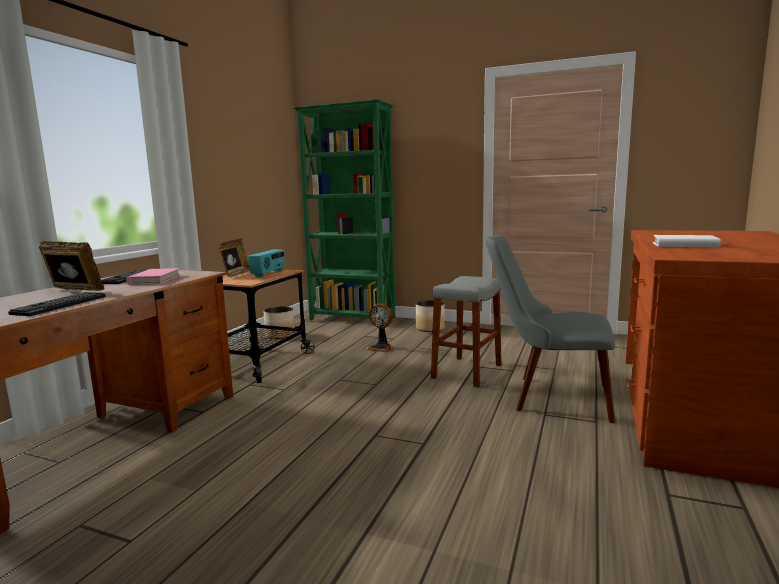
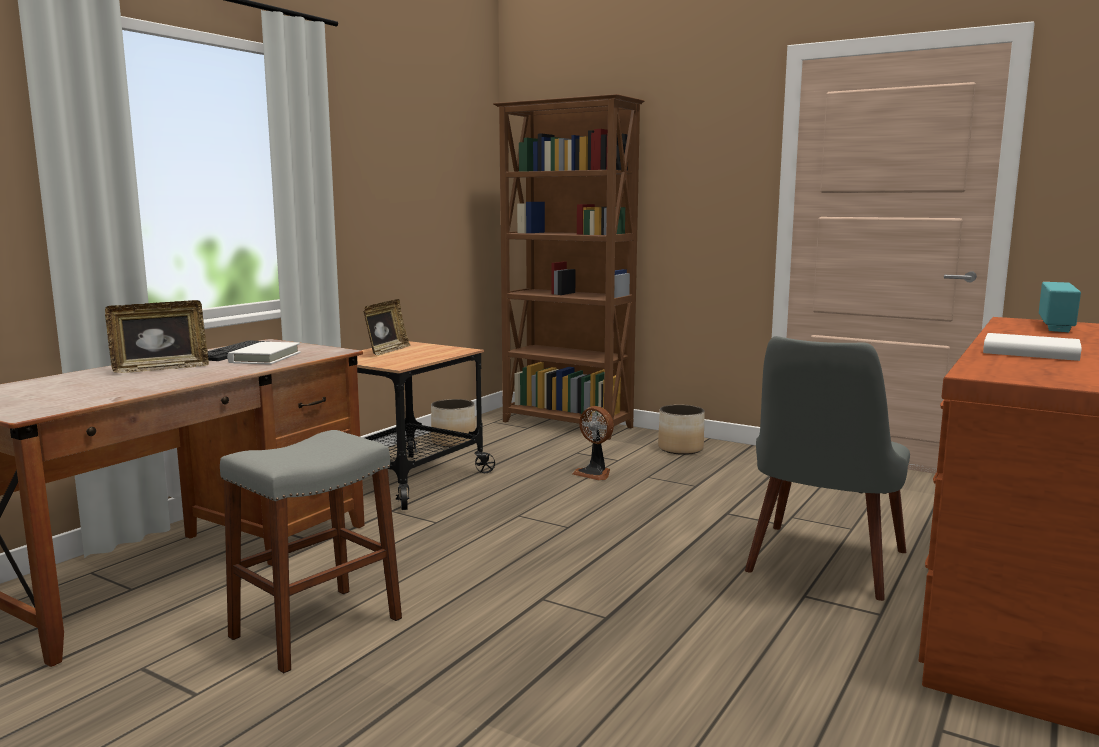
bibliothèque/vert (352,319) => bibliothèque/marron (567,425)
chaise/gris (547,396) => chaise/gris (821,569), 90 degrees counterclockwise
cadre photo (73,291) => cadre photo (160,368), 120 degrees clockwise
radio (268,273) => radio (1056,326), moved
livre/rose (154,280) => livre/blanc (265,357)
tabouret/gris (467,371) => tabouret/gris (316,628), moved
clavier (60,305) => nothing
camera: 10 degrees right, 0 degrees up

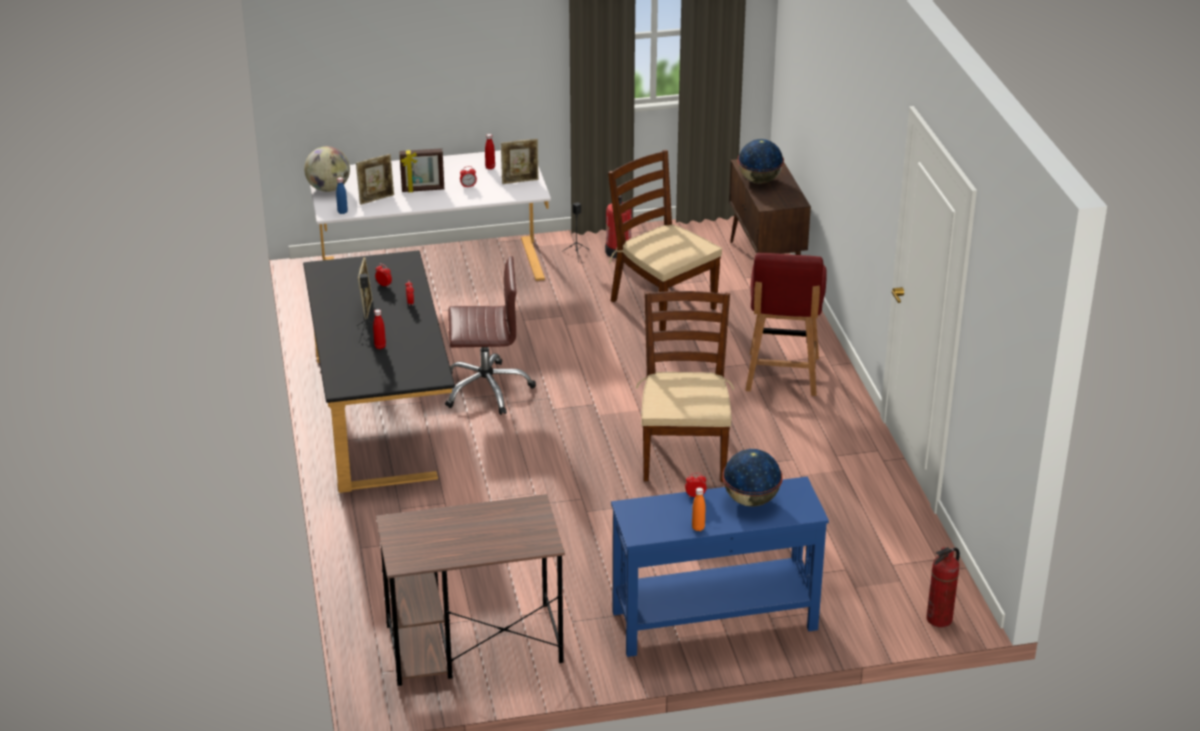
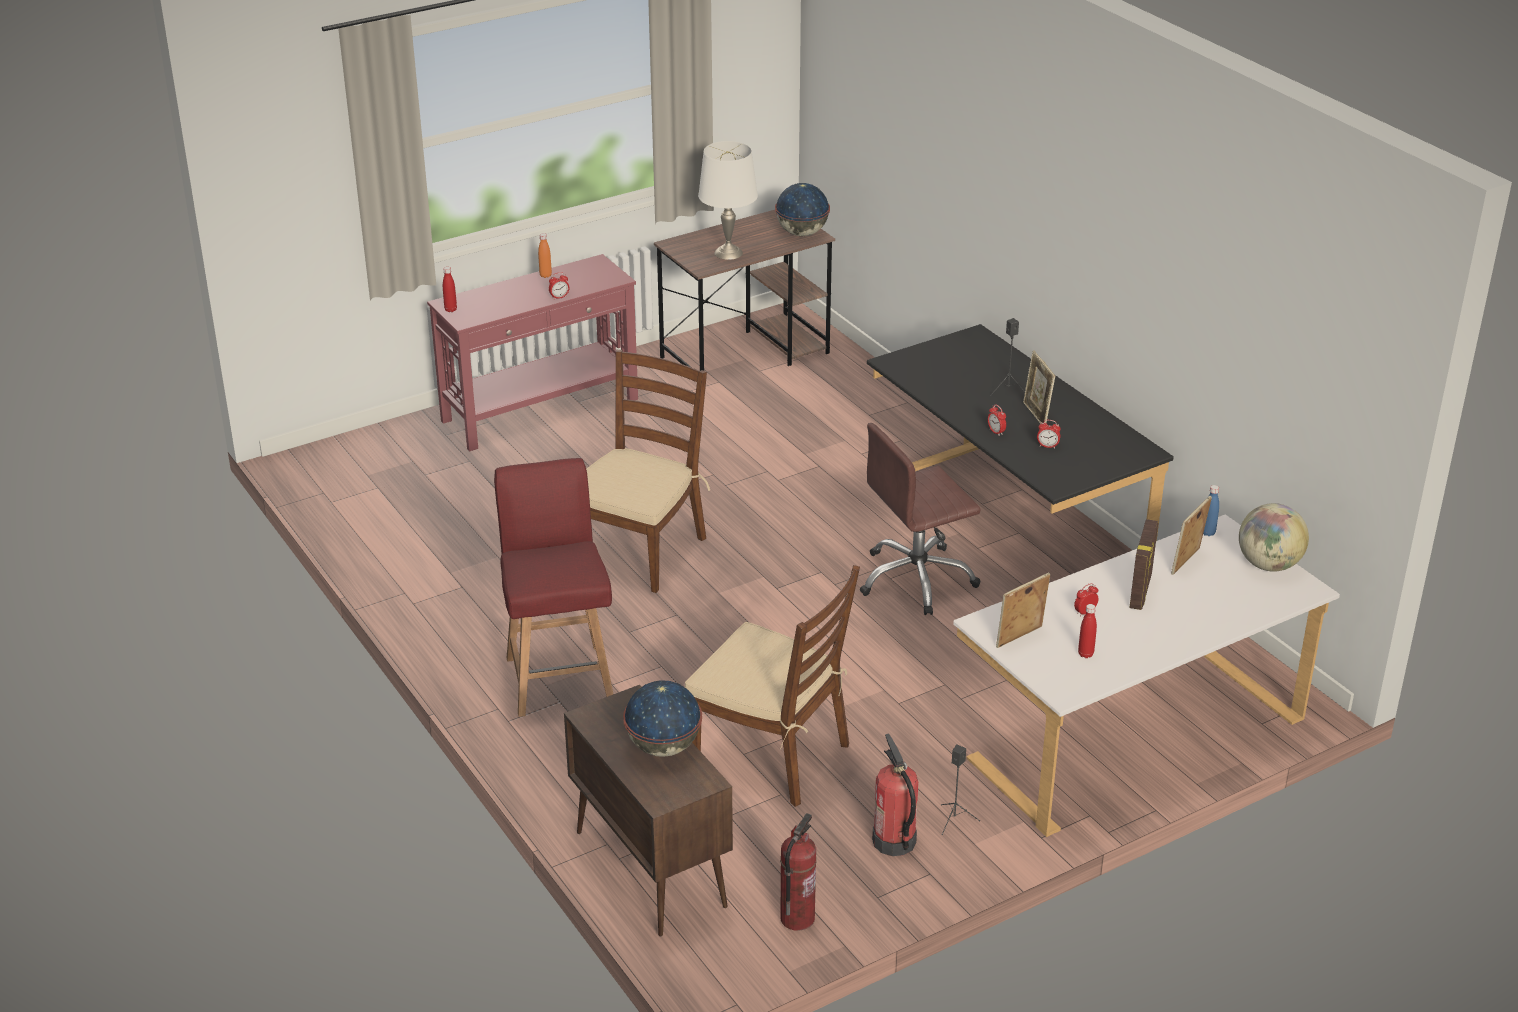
cadre photo (423,190) => cadre photo (1141,591), 135 degrees clockwise
chaise/marron (683,454) => chaise/marron (640,552), 135 degrees counterclockwise
bouteille/rouge (380,346) => bouteille/rouge (450,310), moved
globe (751,500) => globe (801,233), moved
table console/bleu (713,620) => table console/rouge (541,410)
extincteur (939,619) => extincteur (797,918), moved
nothing => lampe de table/blanc (728,253)
camera: 160 degrees right, 0 degrees up

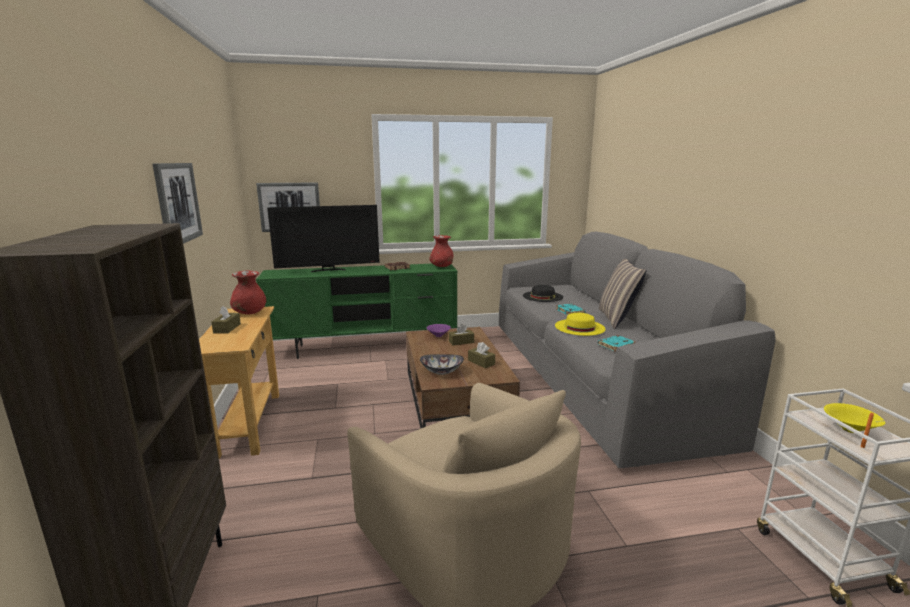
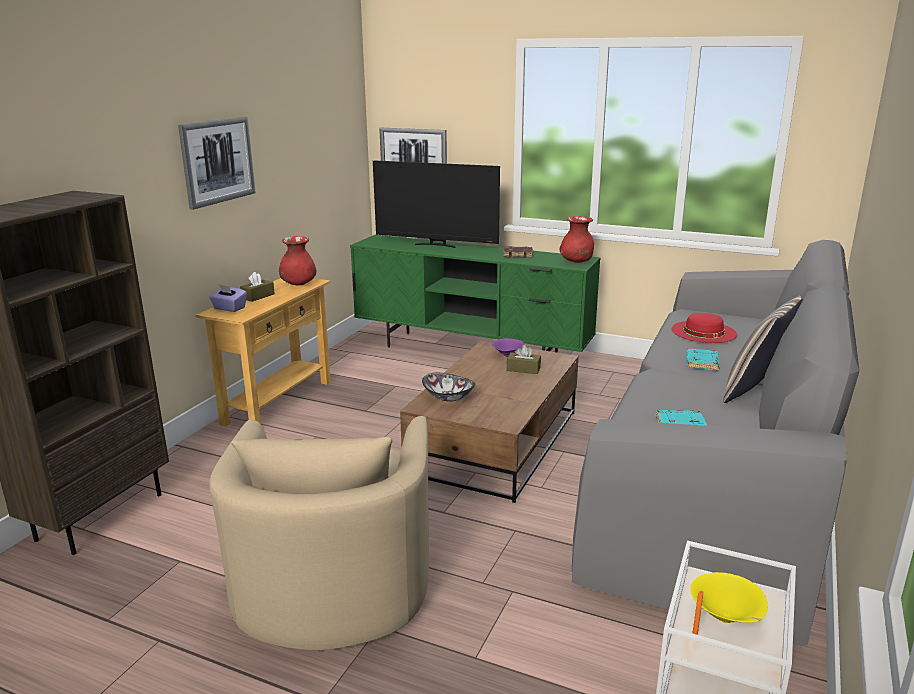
chapeau/noir (542,296) => chapeau/rouge (704,331)
chapeau/jaune (579,327) => nothing
boîte à mouchoirs/marron (481,362) => nothing
nothing => boîte à mouchoirs/violet (229,308)
camera: 35 degrees right, 5 degrees up

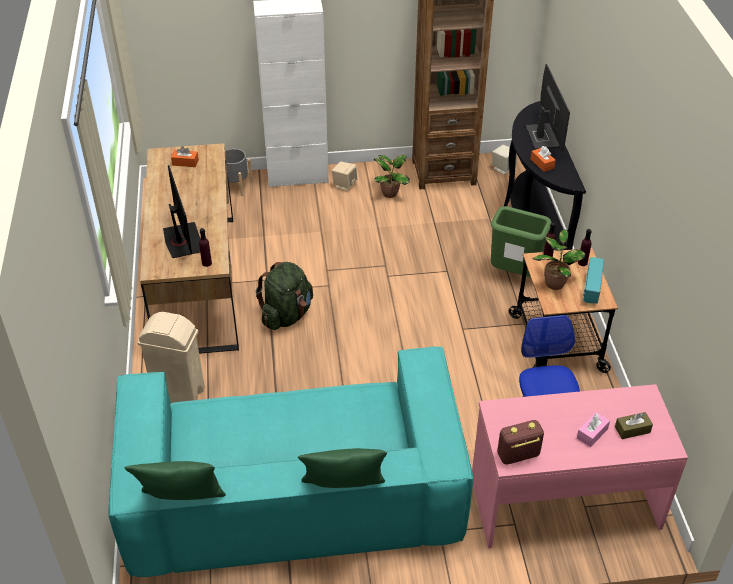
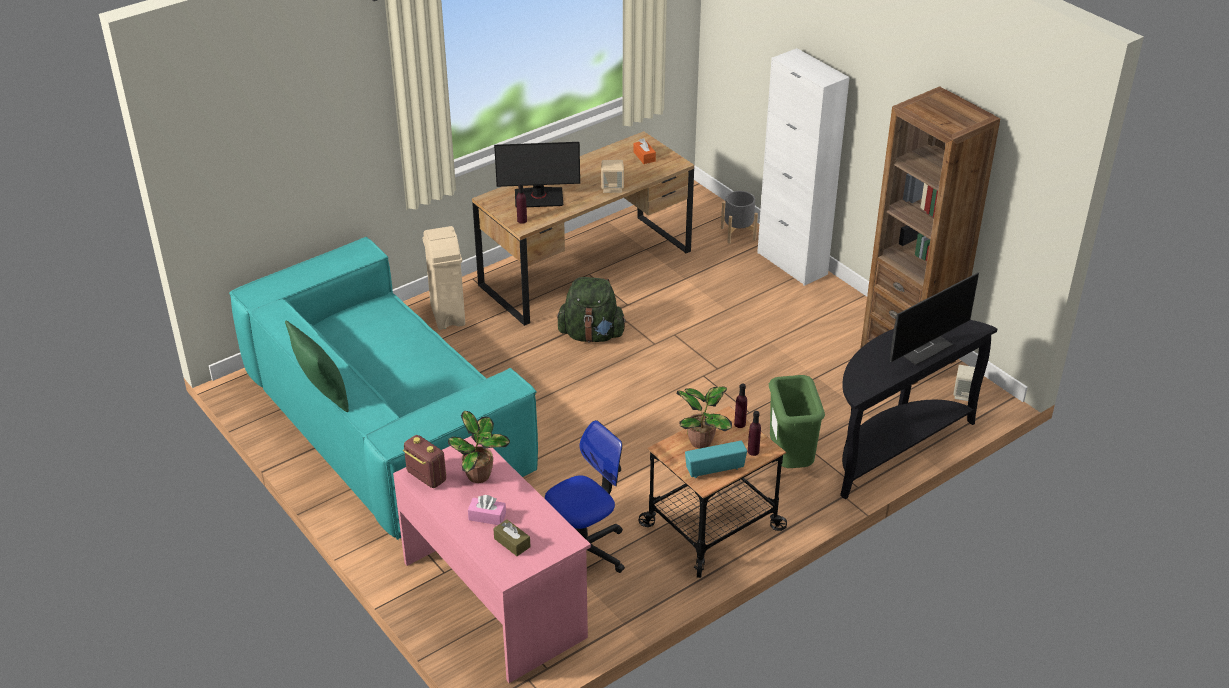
boîte à mouchoirs/orange (542,163) => nothing
plante en pot (391,193) => plante en pot (480,476), moved
enceinte/beige (344,185) => enceinte/beige (612,188), moved
écran d'ordinateur (182,241) => écran d'ordinateur (539,197), 45 degrees clockwise
coussin/vert (182,503) => nothing
camera: 60 degrees right, 5 degrees down

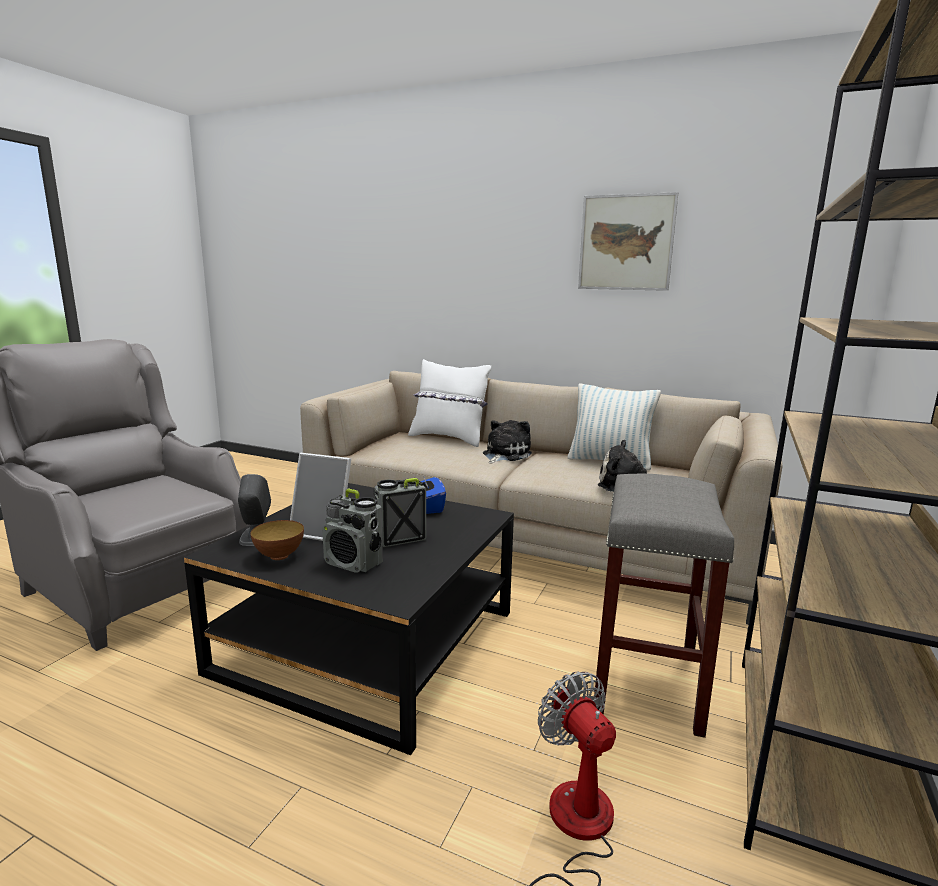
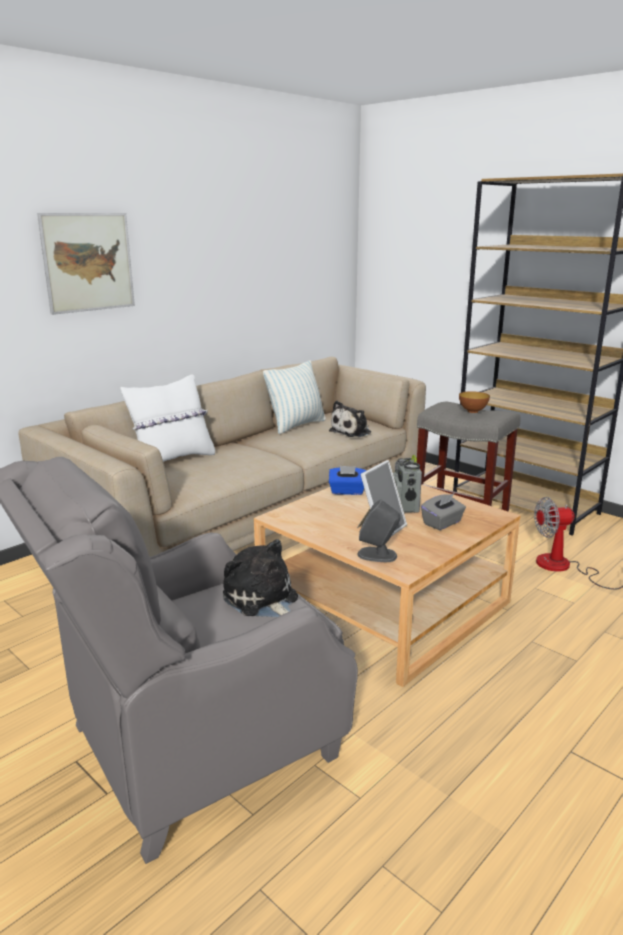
tableau (626,243) => tableau (88,262), moved
peluche (504,455) => peluche (262,600), moved
table basse/noir (368,641) => table basse/beige (383,604)
radio (354,563) => boîte à mouchoirs/gris (442,523)
bol (279,556) => bol (472,411), moved
camera: 70 degrees left, 5 degrees up

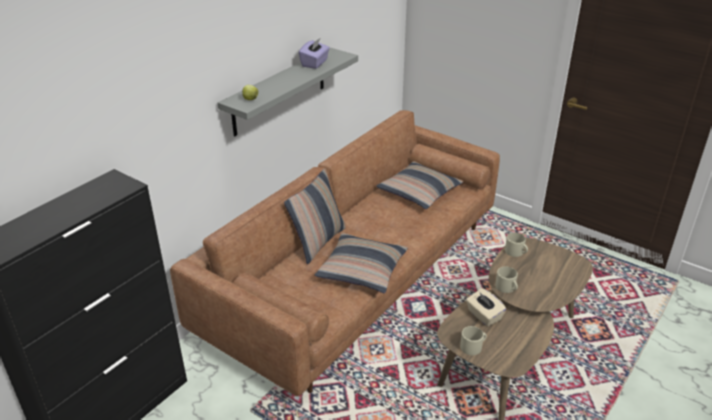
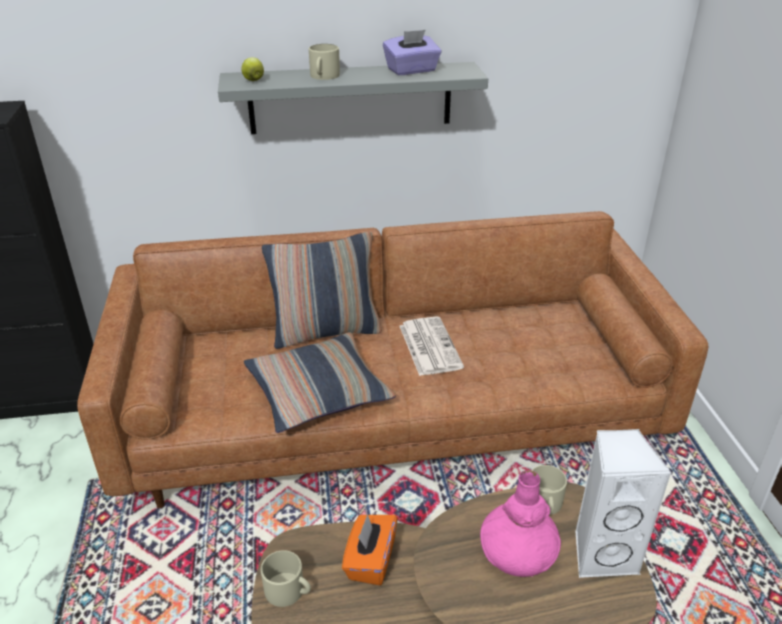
coussin (419,192) => nothing
mug/beige (507,288) => mug/beige (323,76), moved
boîte à mouchoirs/beige (484,315) => boîte à mouchoirs/orange (370,561)
nothing => journal (429,346)
nothing => enceinte/blanc (602,553)
nothing => vase/rose (517,552)
camera: 45 degrees right, 0 degrees up

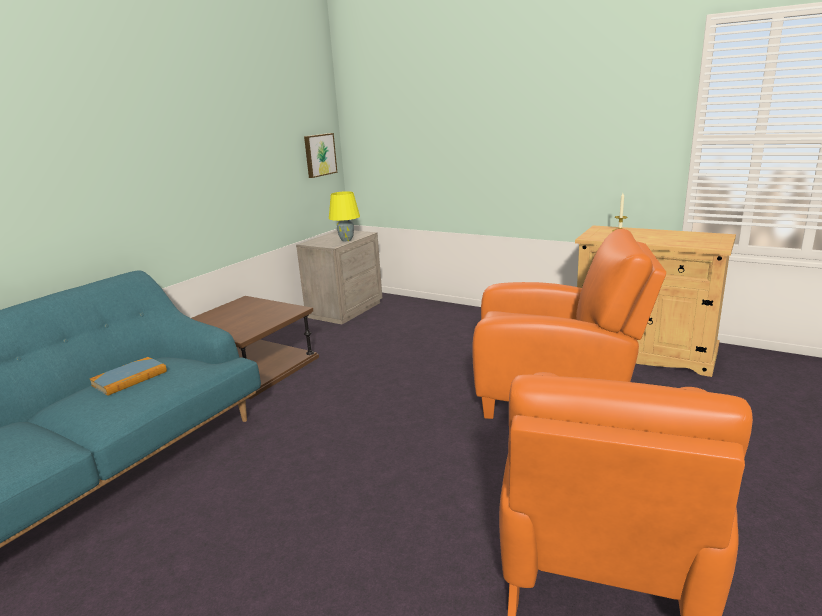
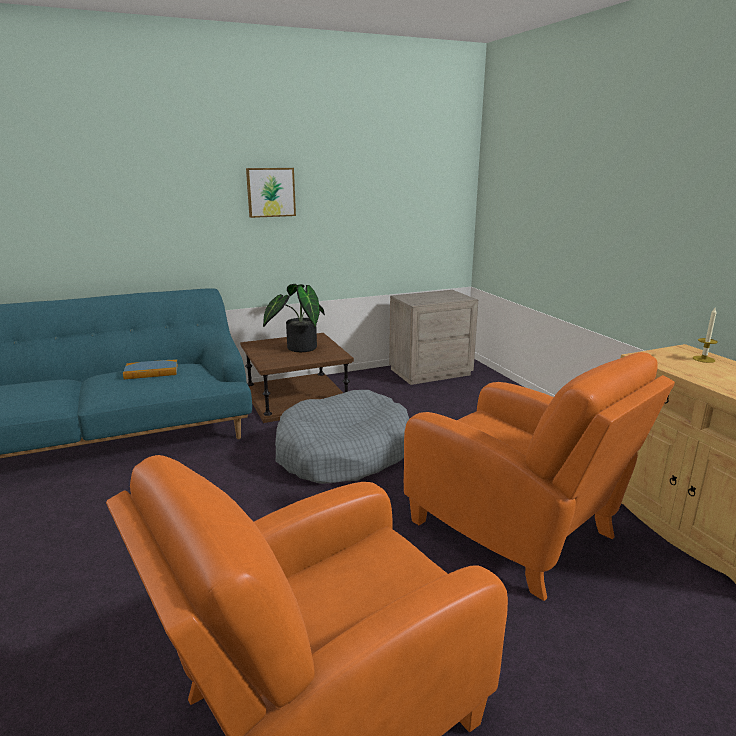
tableau (319,155) => tableau (270,192), moved
lampe de table/jaune (346,240) => nothing
nothing => plante en pot (298,348)
nothing => panier pour chien/gris (343,453)
camera: 35 degrees right, 0 degrees up

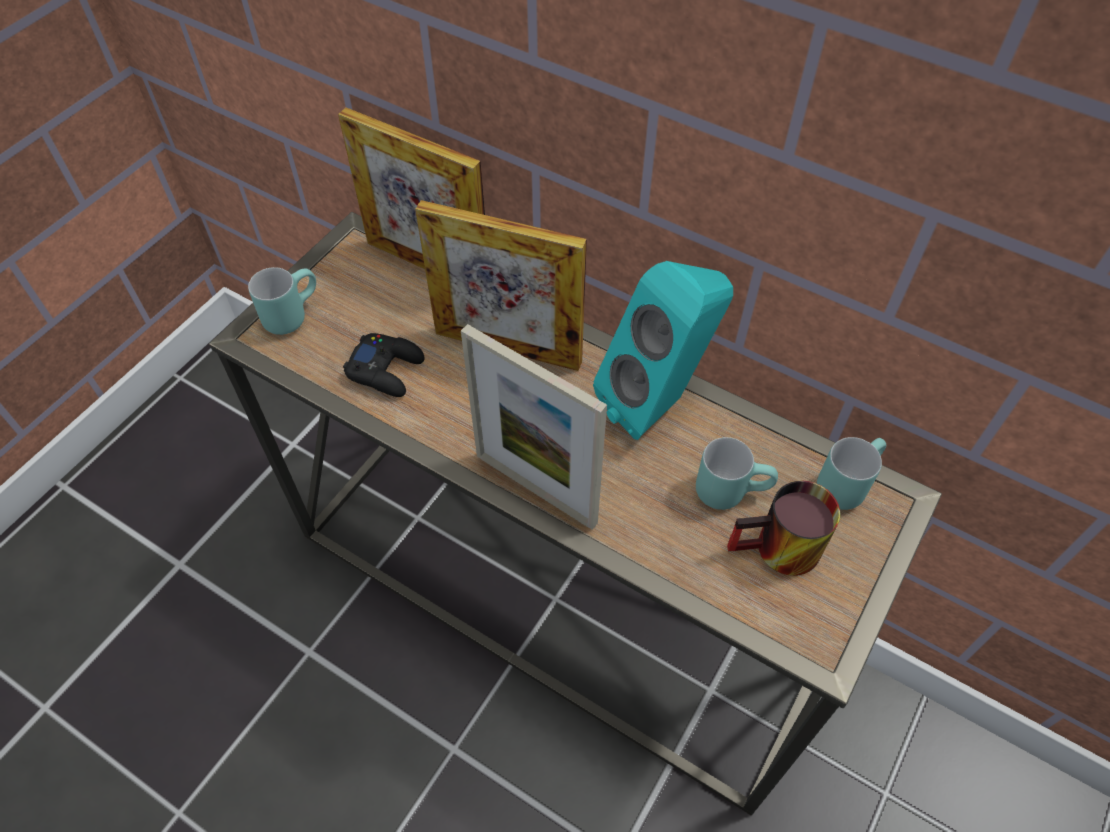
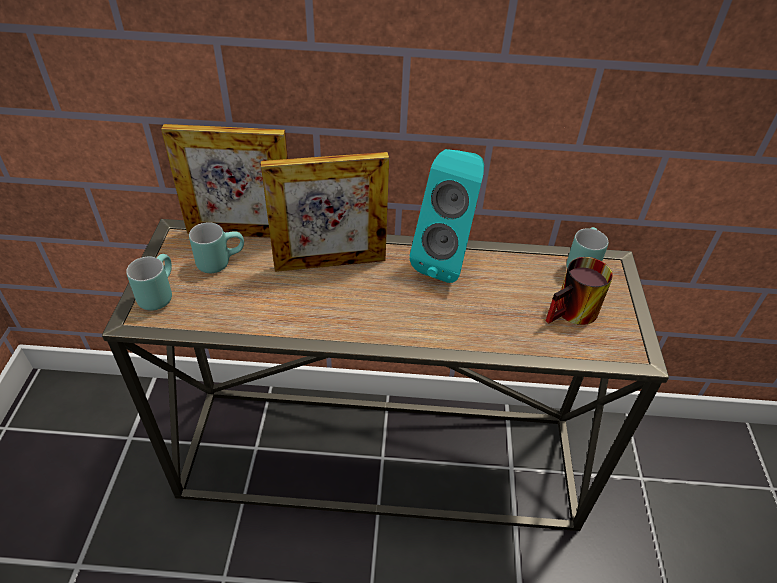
cadre photo (535,489) => nothing
manette/noir (386,369) => nothing
mug/turquoise (731,489) => mug/turquoise (220,261), moved
camera: 30 degrees left, 10 degrees down

